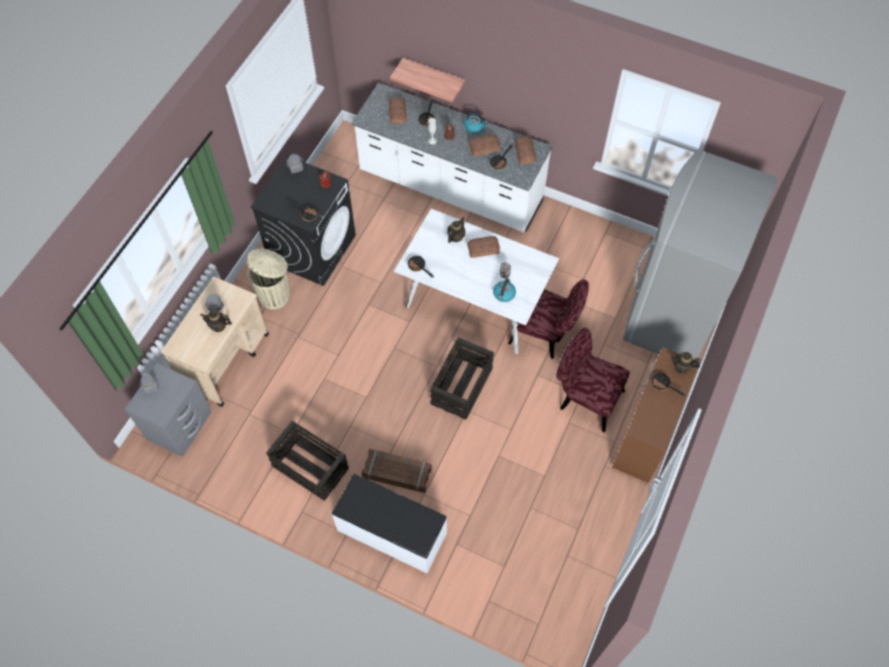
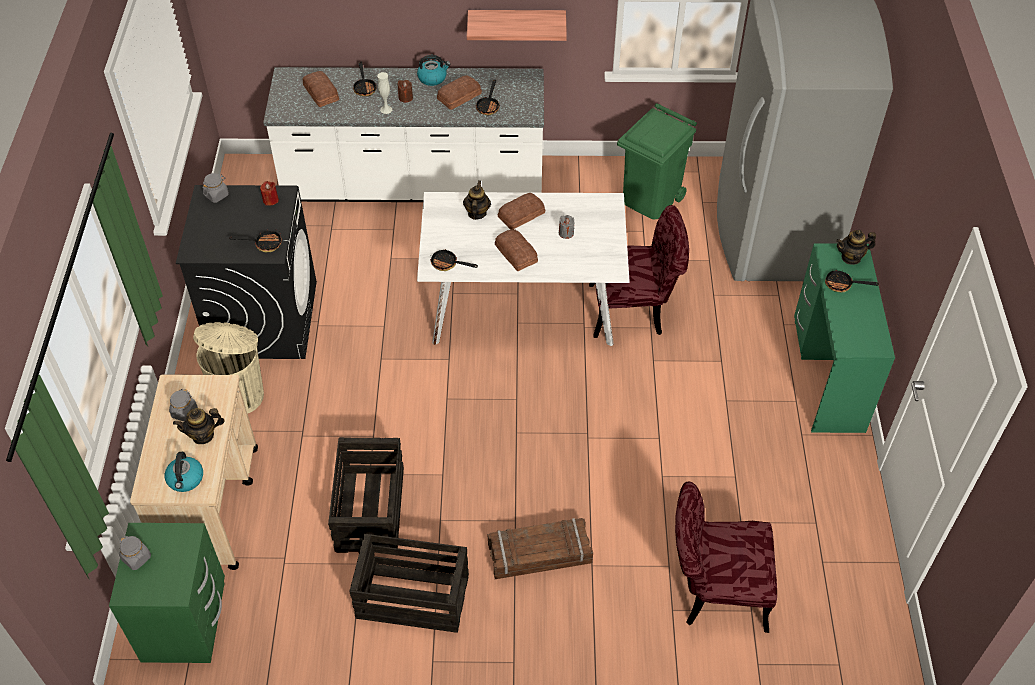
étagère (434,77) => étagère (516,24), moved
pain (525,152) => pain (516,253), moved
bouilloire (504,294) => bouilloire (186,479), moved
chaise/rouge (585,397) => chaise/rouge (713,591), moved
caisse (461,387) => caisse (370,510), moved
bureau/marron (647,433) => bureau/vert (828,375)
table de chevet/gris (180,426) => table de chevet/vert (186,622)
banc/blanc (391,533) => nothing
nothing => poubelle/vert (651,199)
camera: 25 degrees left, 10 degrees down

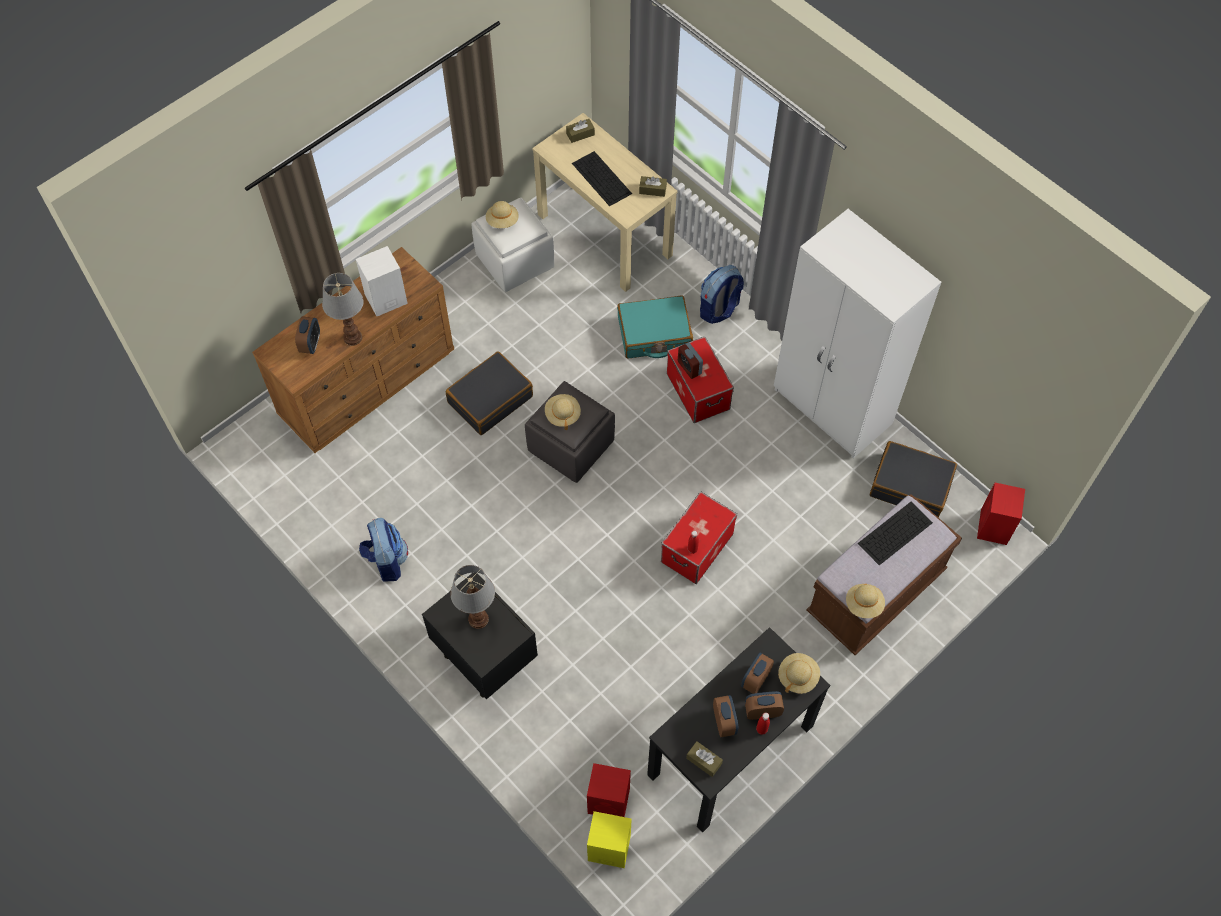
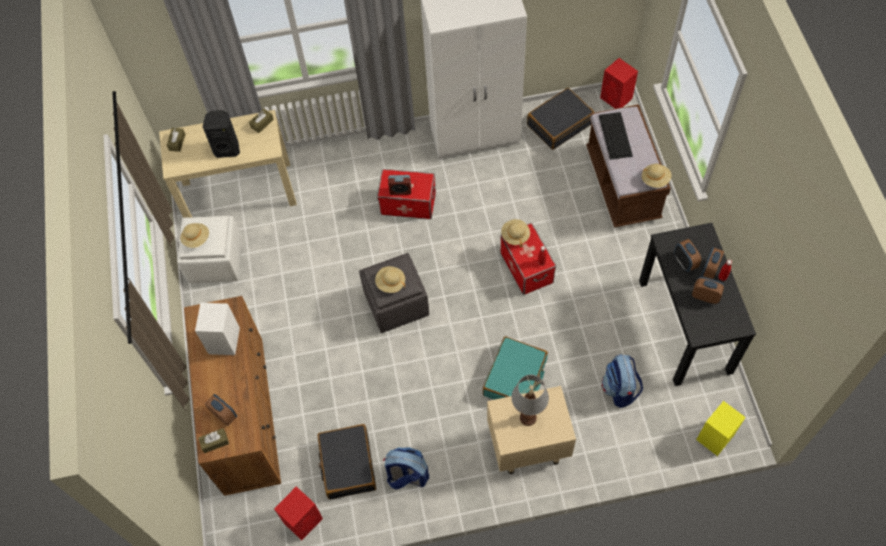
clavier (602,178) => enceinte/noir (227,148)
sac à dos (719,309) => sac à dos (619,389), moved
lampe de table (353,338) => nothing
valise/turquoise (654,334) => valise/turquoise (515,378), moved
valise/noir (490,399) => valise/noir (347,465), moved
table de chevet/noir (484,657) => table de chevet/beige (527,446)
chapeau/beige (797,676) => chapeau/beige (515,236), moved
boîte à mouchoirs/marron (704,761) => boîte à mouchoirs/marron (215,442), moved
enceinte/rouge (610,801) => enceinte/rouge (303,520), moved
camera: 55 degrees left, 0 degrees up

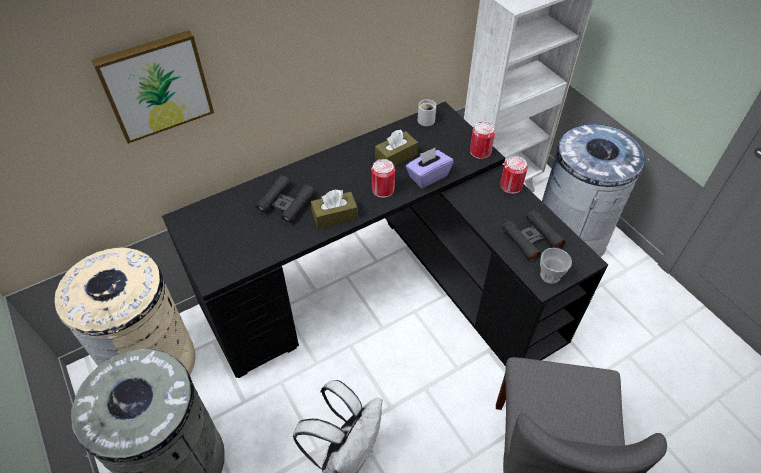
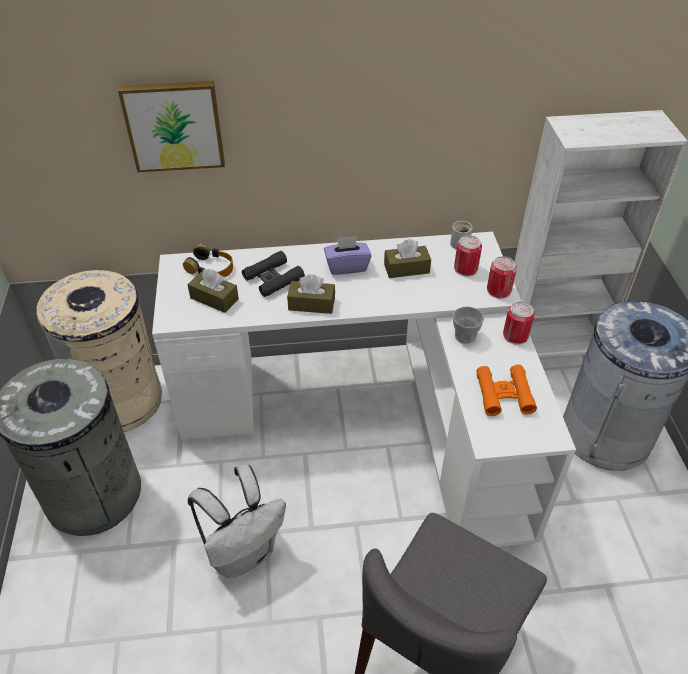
bureau/noir (387,288) => bureau/blanc (371,413)
boîte à mouchoirs/violet (428,176) => boîte à mouchoirs/violet (347,266), moved
boîte métallique (383,189) => boîte métallique (465,268), moved
jumelles/noir (531,239) => jumelles/orange (504,394)
tasse (550,275) => tasse (465,336), moved
nothing => casque audio (211,268)
nothing => boîte à mouchoirs/marron (214,298)
camera: 25 degrees right, 5 degrees down

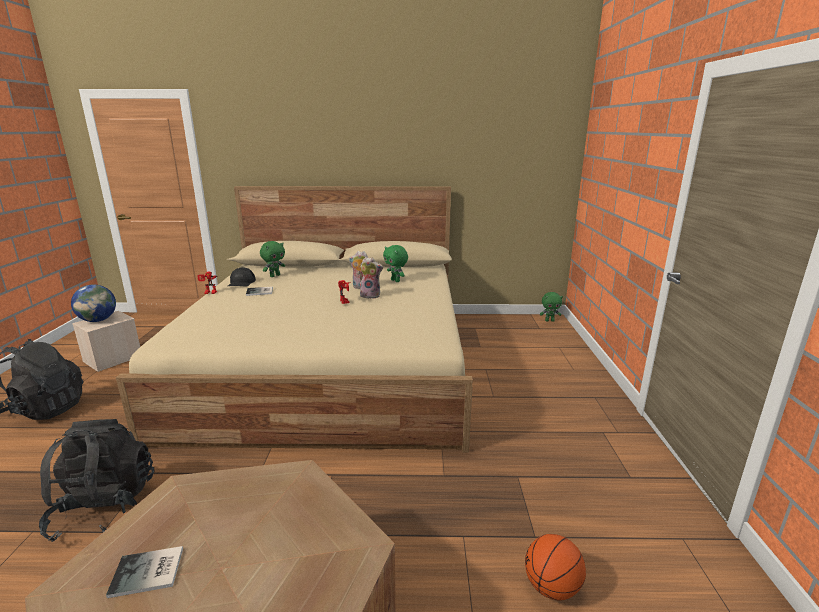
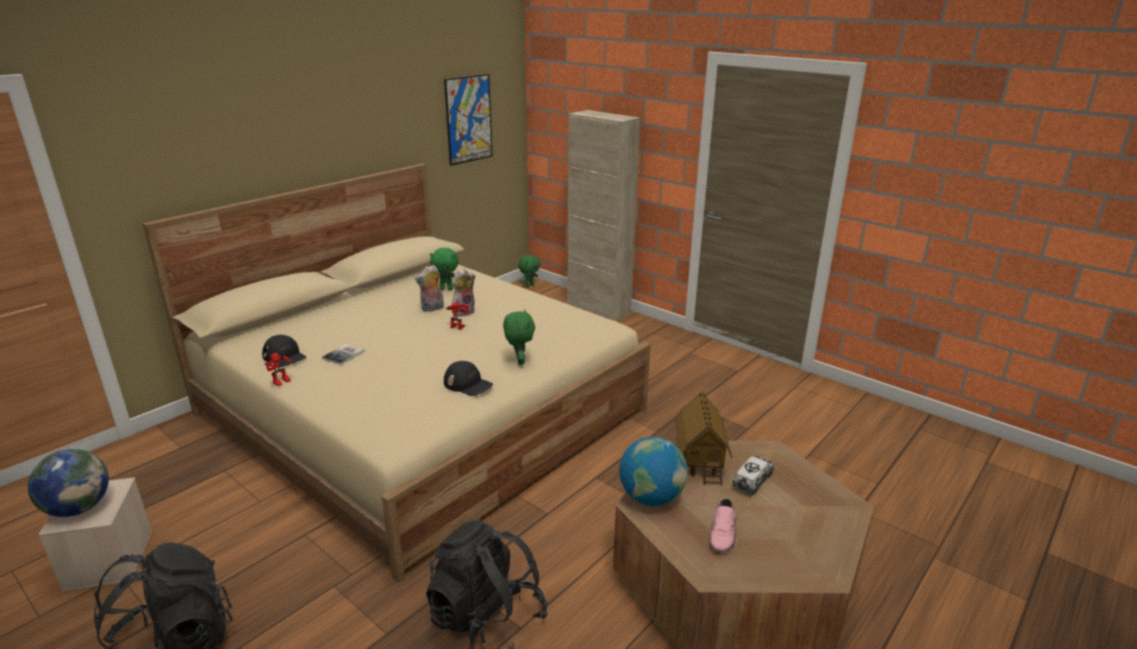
peluche/vert (275,275) => peluche/vert (519,361), moved
ballon de basket (551,587) => nothing
livre (148,573) => chaussure/rose (724,534)
nothing => tableau (469,119)
nothing => meuble de rangement/beige (598,308)
nothing => casquette/noir (468,384)
nothing => maison miniature (700,460)
nothing => globe (651,497)
nothing => camion jouet (752,481)
camera: 50 degrees left, 5 degrees up

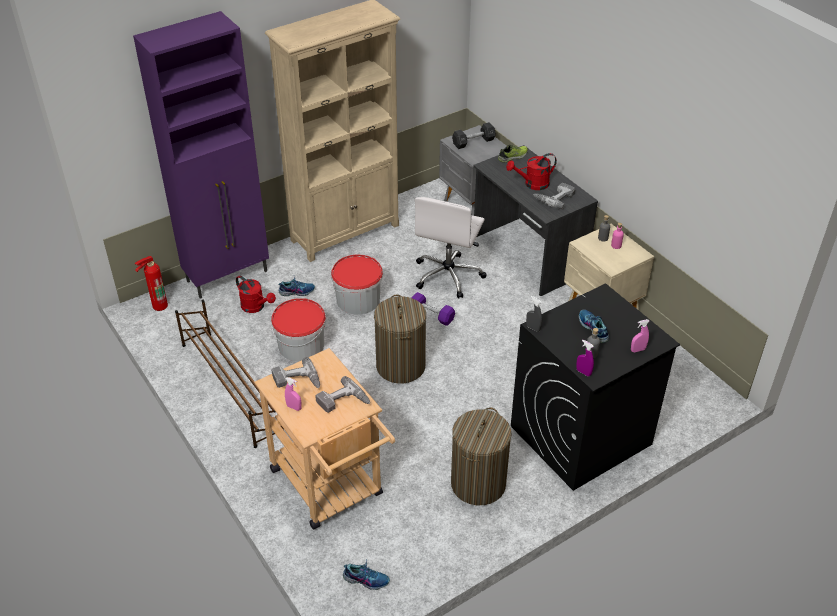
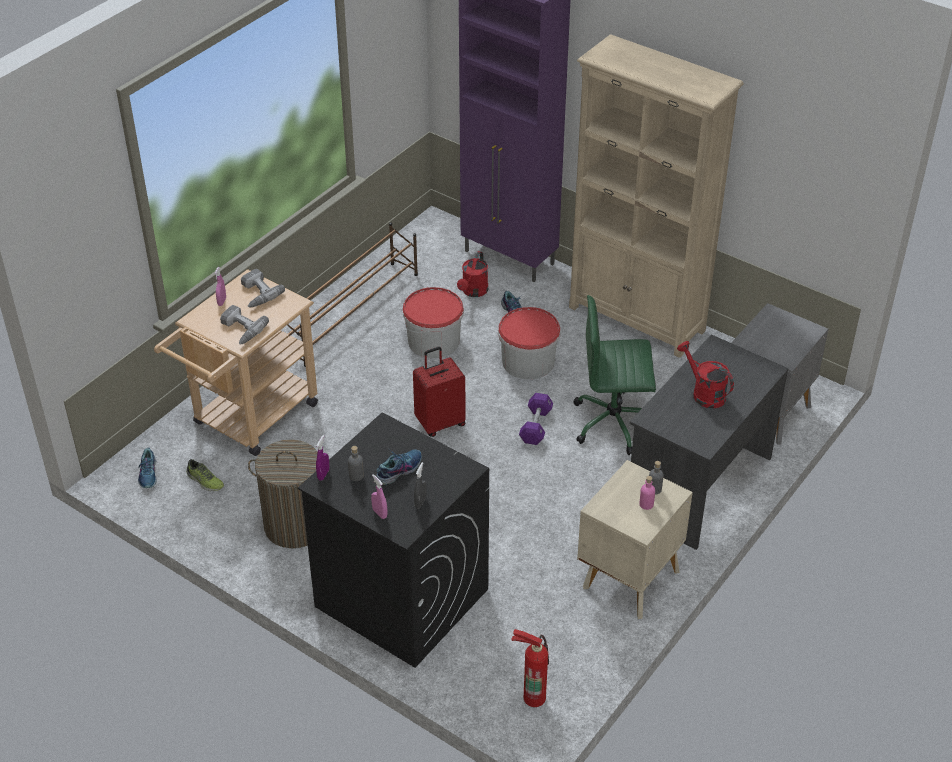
haltère/noir (473,142) => nothing
chaussure (513,157) => chaussure (204,481), moved
perceuse (554,198) => nothing
chaise de bureau/blanc (448,275) => chaise de bureau/vert (614,423)
extincteur (158,306) => extincteur (533,695), moved
panier à linge (400,366) => valise/rouge (440,422)
vaporisateur/gris (533,328) => vaporisateur/gris (420,502), moved
camera: 70 degrees right, 0 degrees up

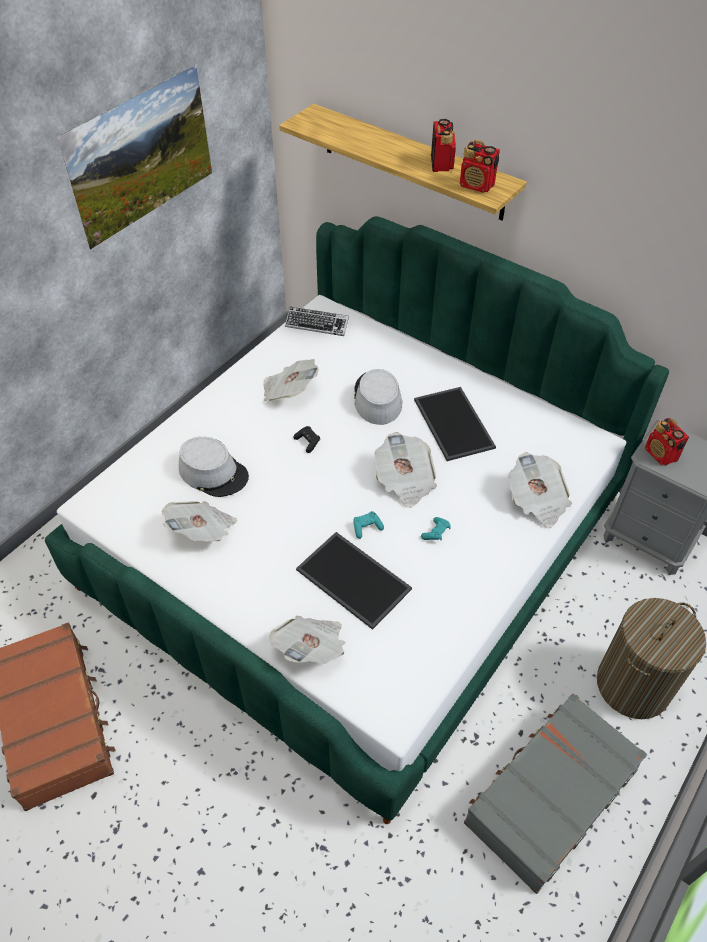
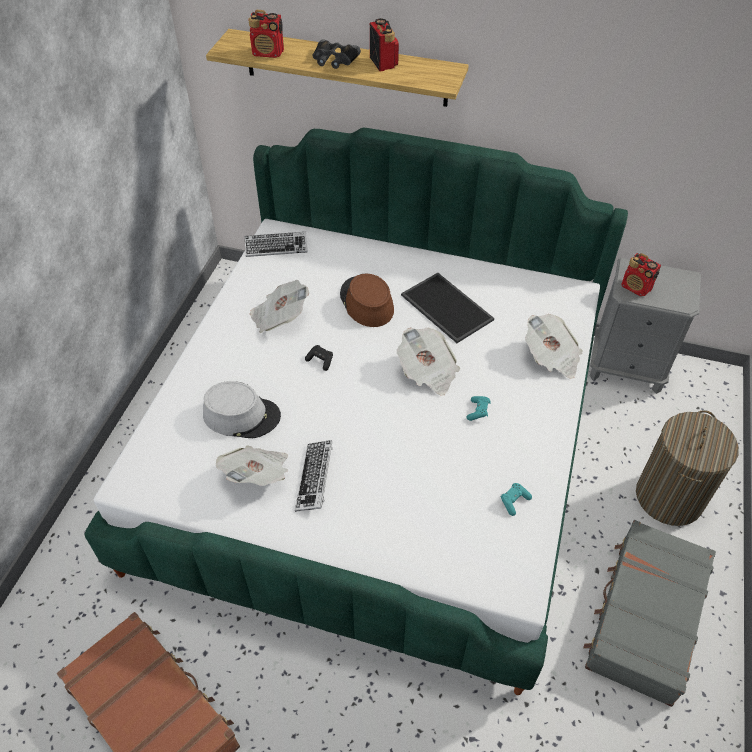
tableau (148,183) => nothing
radio (477,186) => radio (268,53), moved
chapeau/gris (377,398) => chapeau/marron (366,302)
manette/turquoise (367,528) => manette/turquoise (514,501), moved
plateau (355,579) => nothing
journal (311,648) => nothing
nothing => jumelles/noir (334,59)
nothing => clavier (315,478)
camera: 20 degrees left, 0 degrees up

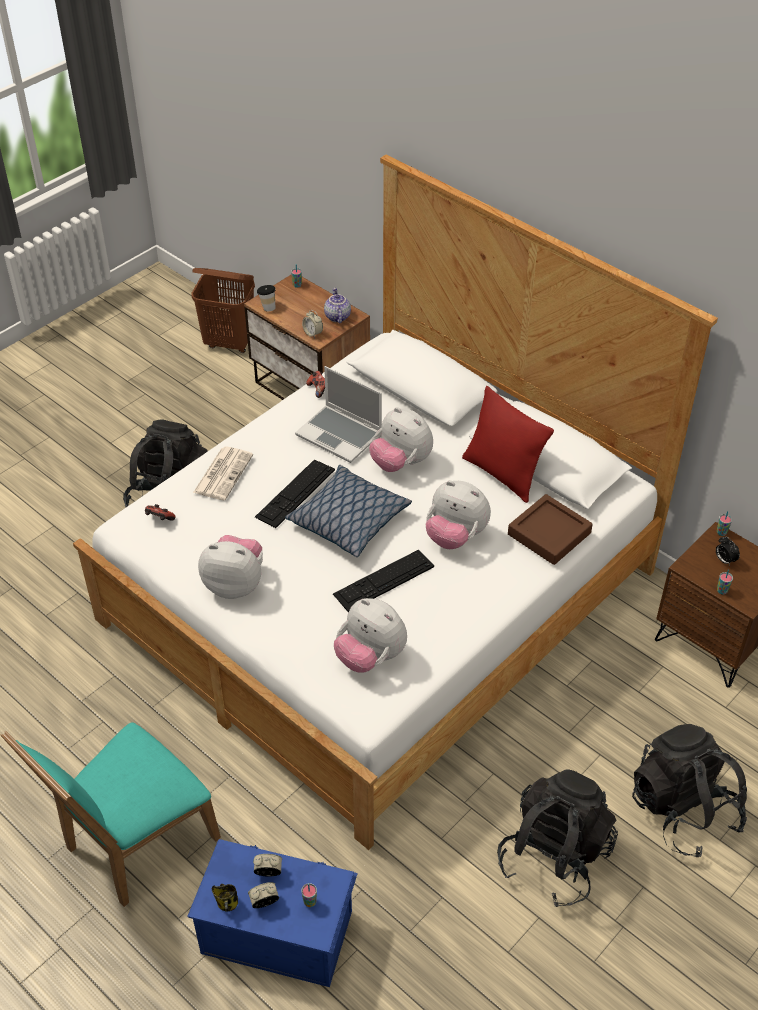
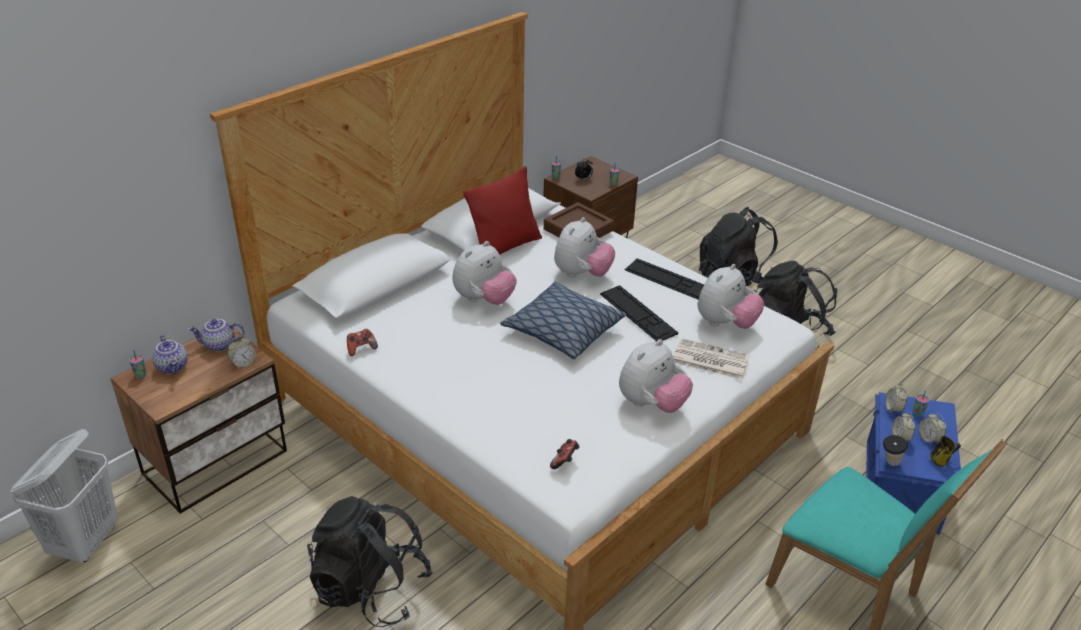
panier à linge/marron (229,343) => panier à linge/blanc (86,541)
tasse (267,307) => tasse (889,463), moved
ordinateur portable (340,435) => nothing
journal (223,473) => journal (709,360), moved
clavier (295,493) => clavier (669,280), moved
peluche (235,584) => peluche (651,404), 150 degrees counterclockwise
nothing => théière (173,367)
nothing => réveil (893,409)
camera: 90 degrees left, 10 degrees down

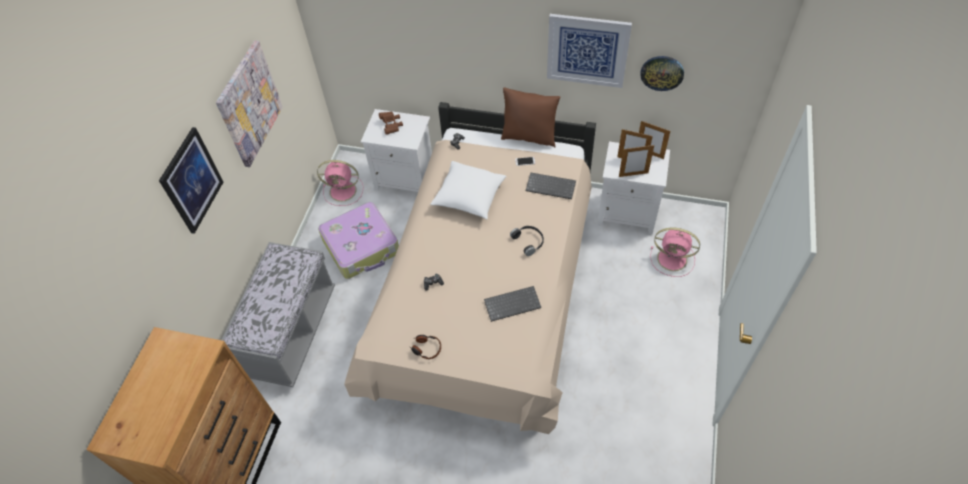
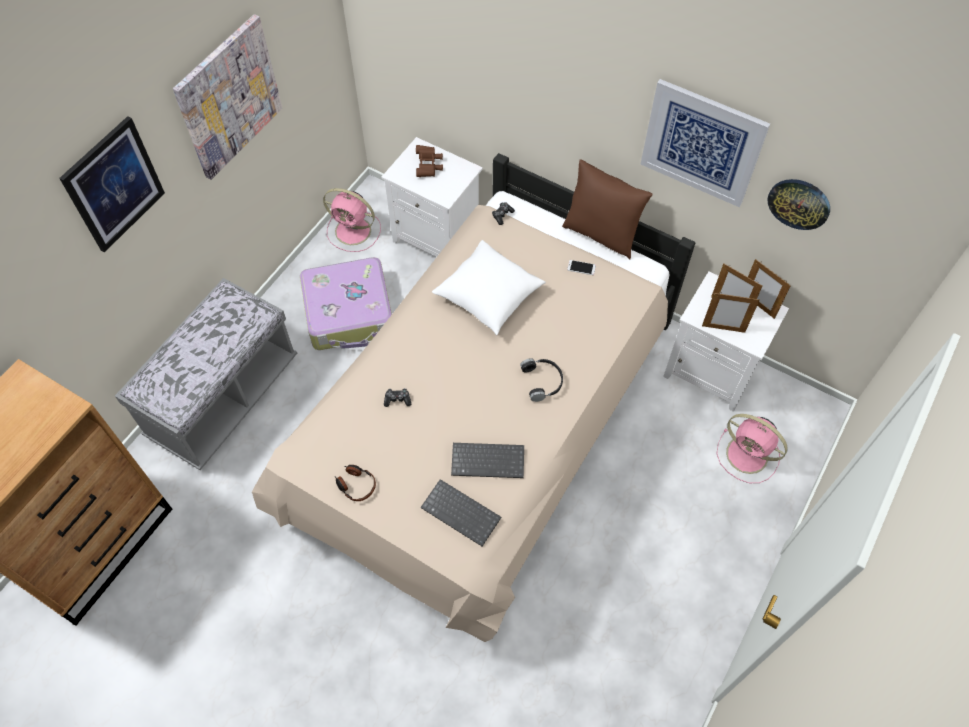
clavier (551,186) => clavier (462,512), moved
camera: 15 degrees right, 5 degrees up

